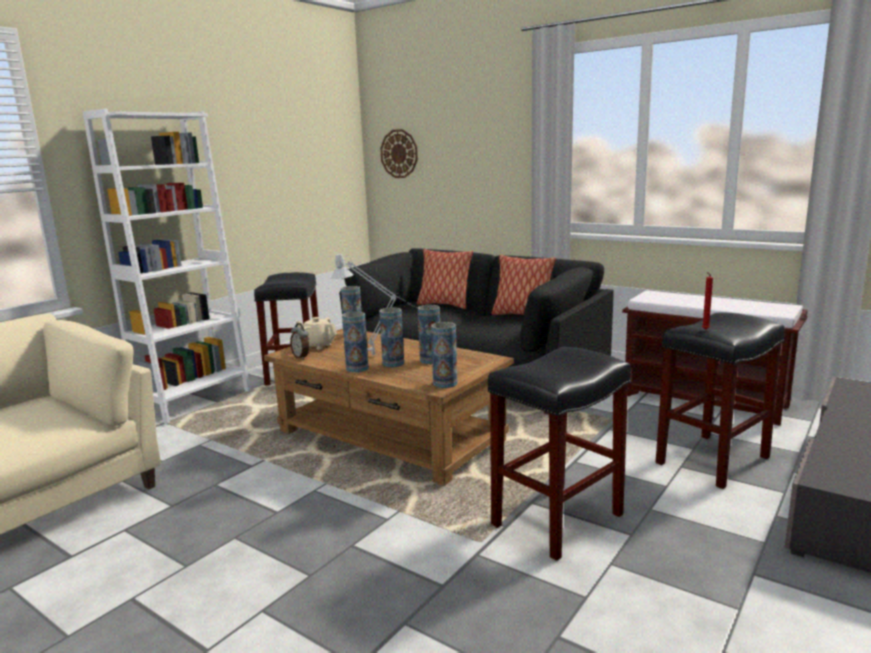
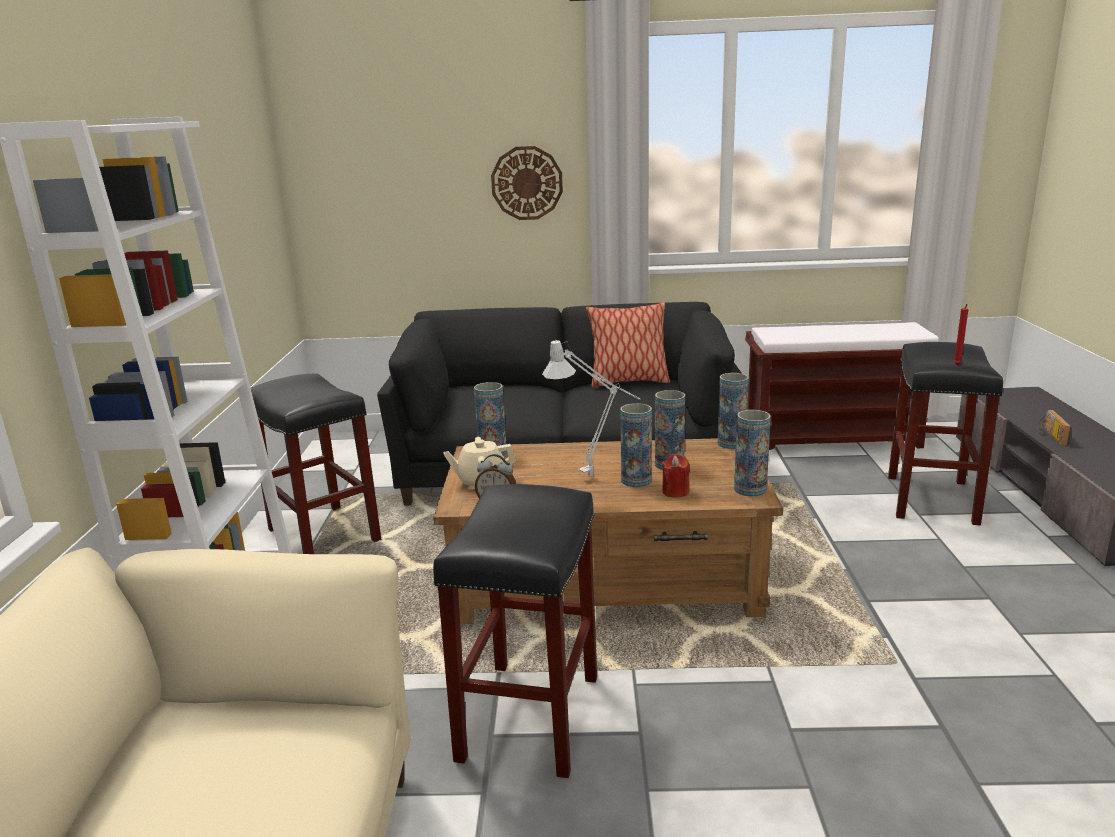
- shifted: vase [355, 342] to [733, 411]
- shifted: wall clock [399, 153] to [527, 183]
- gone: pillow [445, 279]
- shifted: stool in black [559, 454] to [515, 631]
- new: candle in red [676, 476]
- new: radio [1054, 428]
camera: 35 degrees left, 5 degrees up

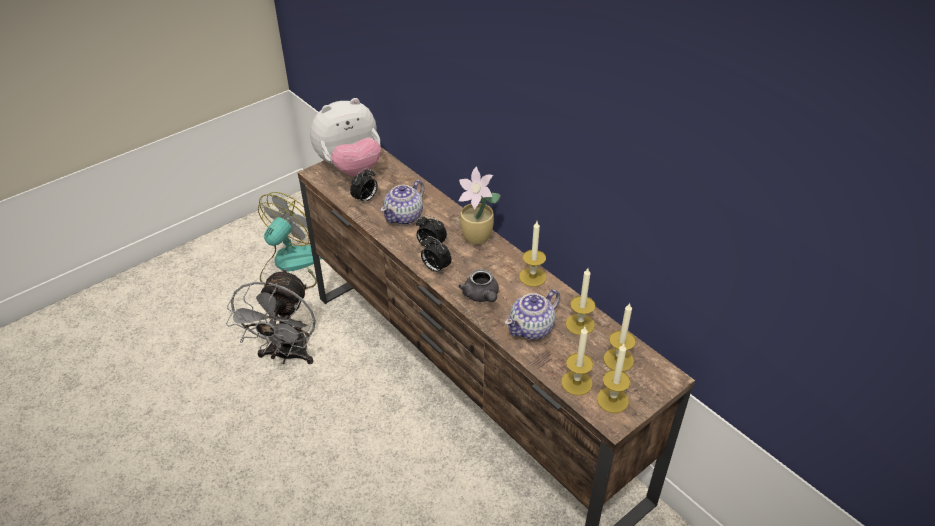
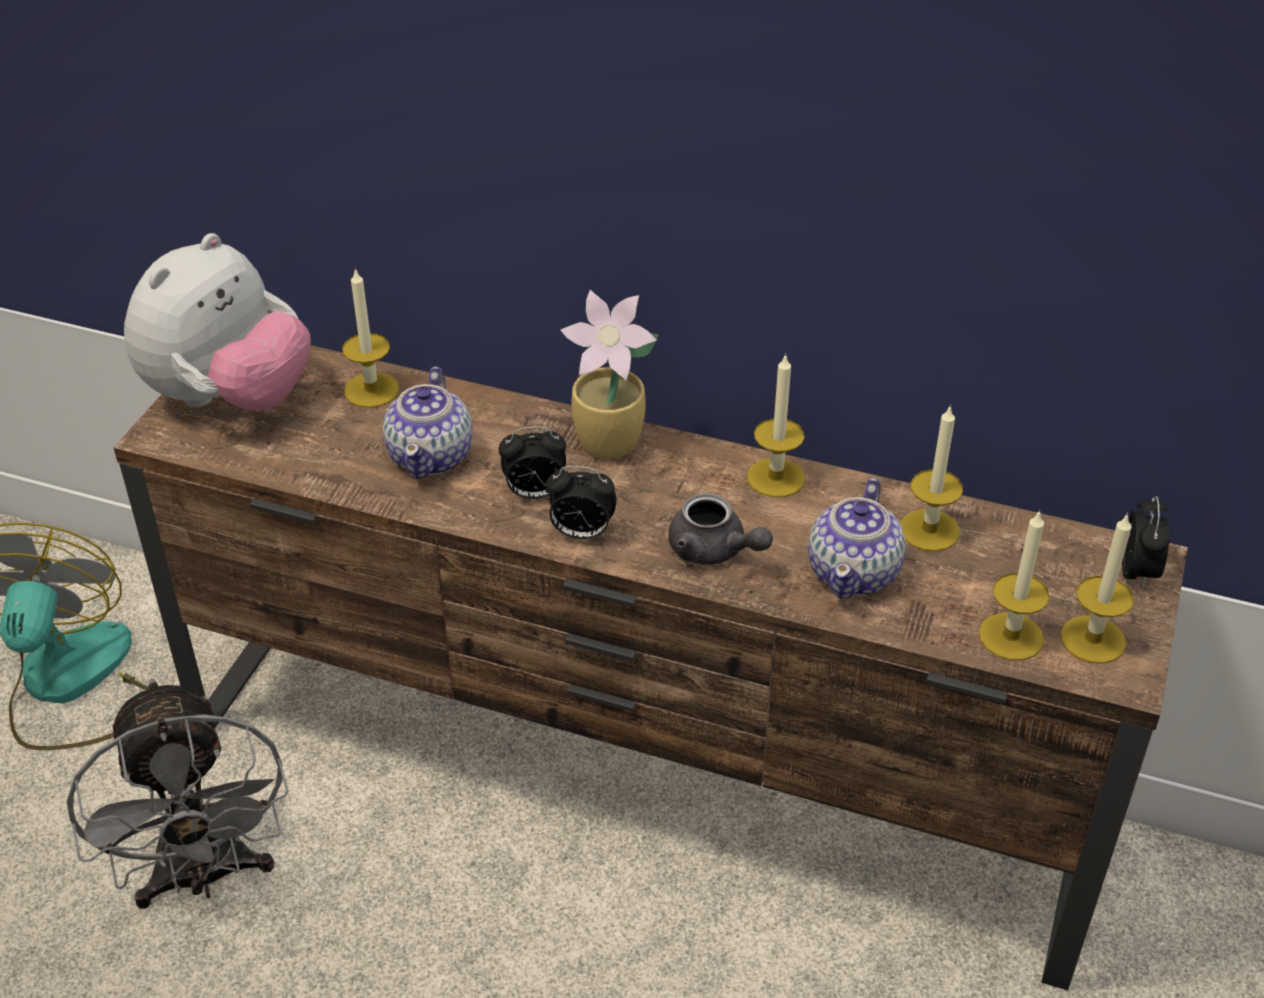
- shifted: alarm clock [364, 186] to [1146, 543]
- shifted: candle [619, 337] to [370, 338]
camera: 30 degrees left, 0 degrees up

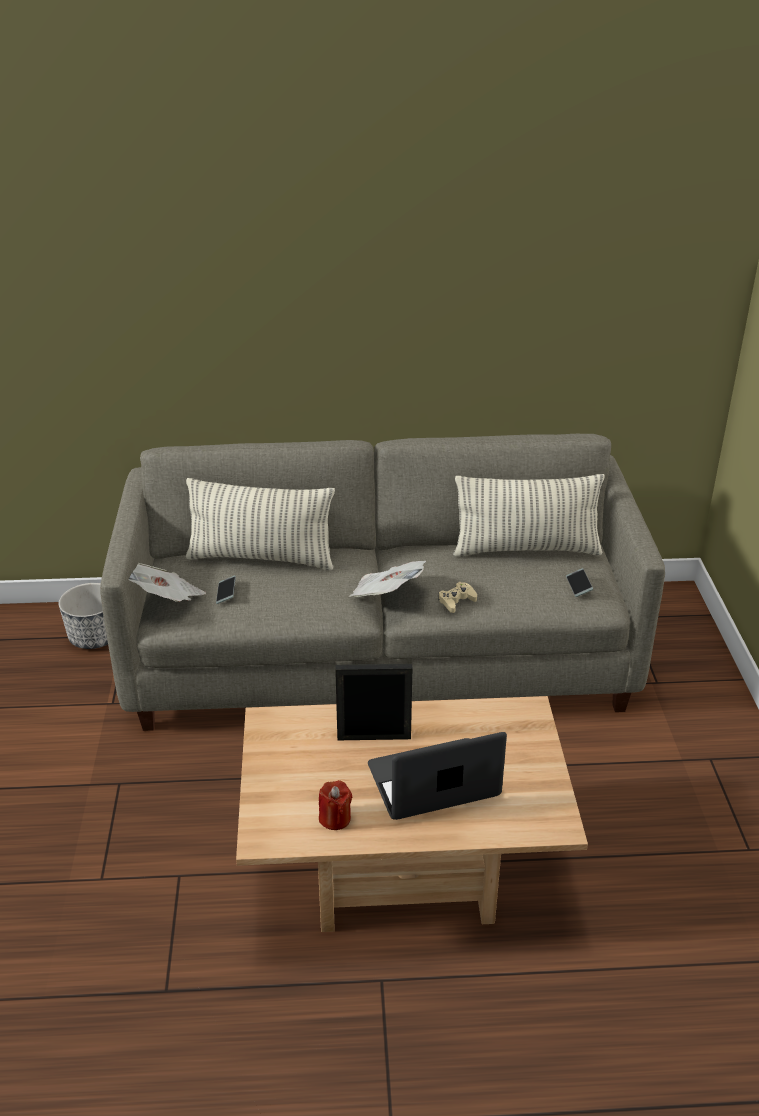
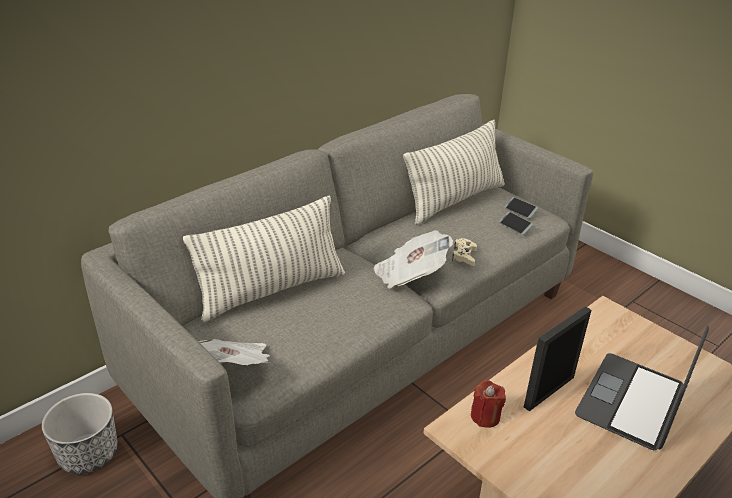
- shifted: phone [226, 589] to [516, 223]
- shifted: candle in red [335, 805] to [488, 404]
camera: 40 degrees left, 0 degrees up

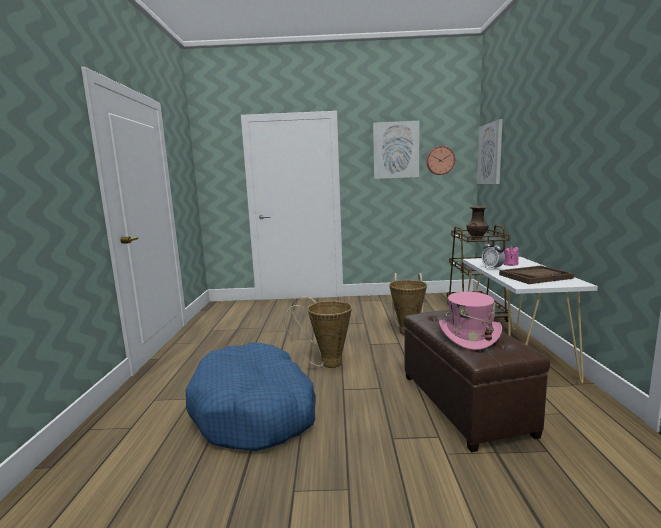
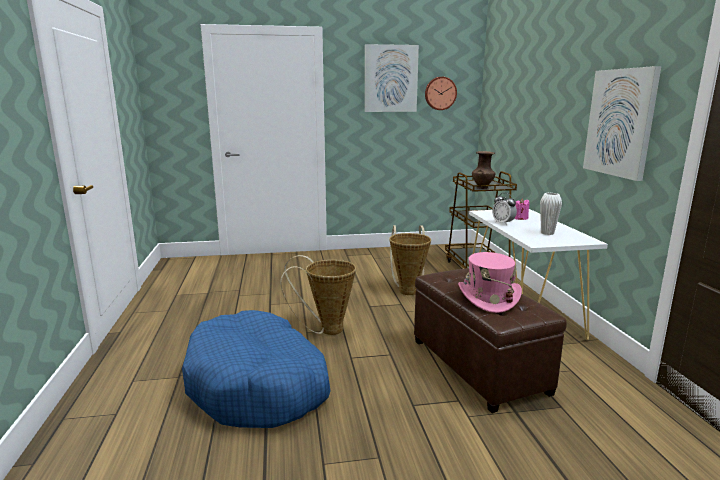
- shifted: picture [490, 151] to [622, 123]
- swapped: tray in brown [536, 275] to vase in white [551, 214]
camera: 10 degrees left, 5 degrees up

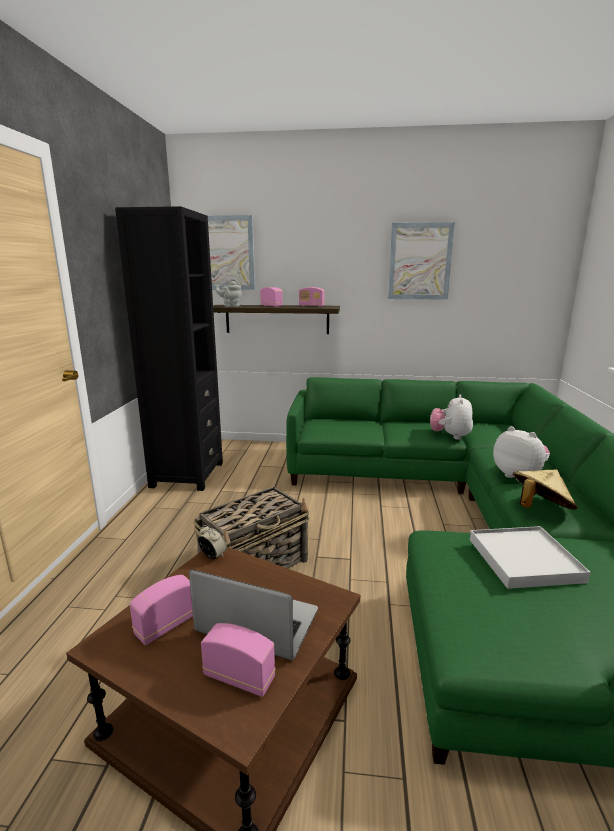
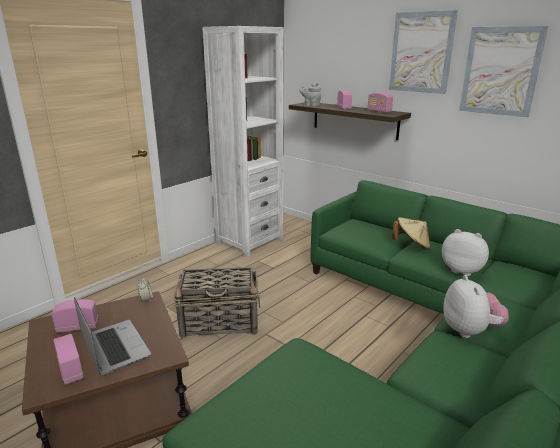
- repainted: bookcase in black [169, 348] to bookcase in white [243, 141]
- shifted: picture [231, 252] to [423, 52]
- rotated: plush toy [451, 417] = [465, 252] 75 degrees clockwise
- gone: tray in white [530, 557]
- shifted: hat in beige [545, 489] to [411, 233]
camera: 35 degrees right, 5 degrees up

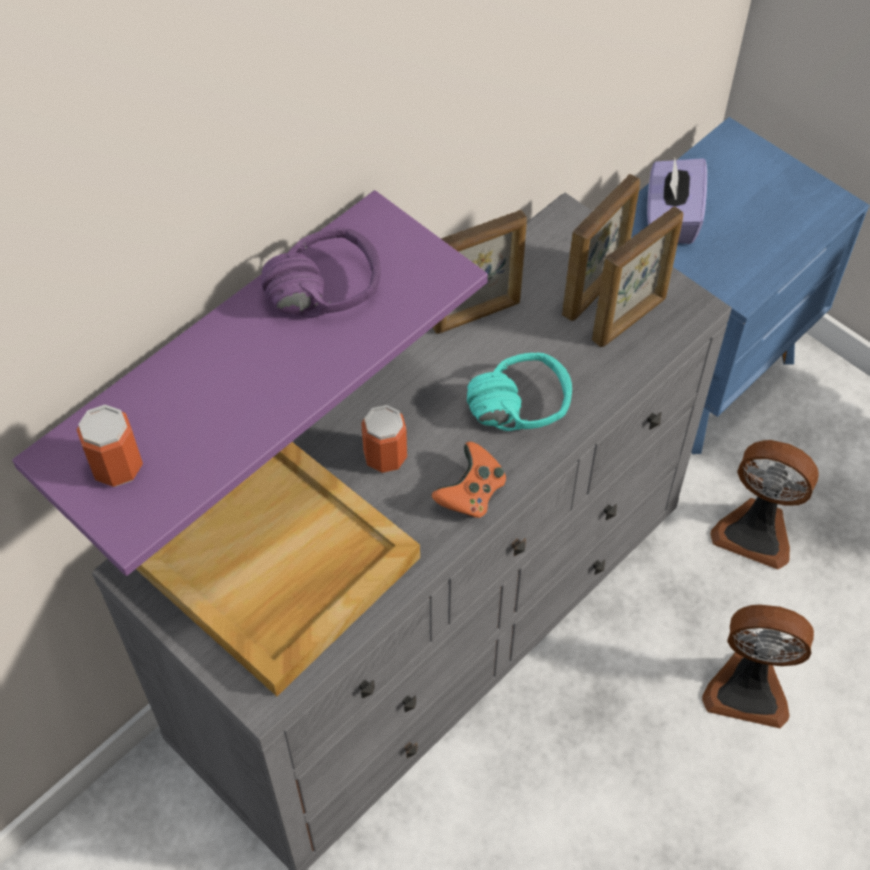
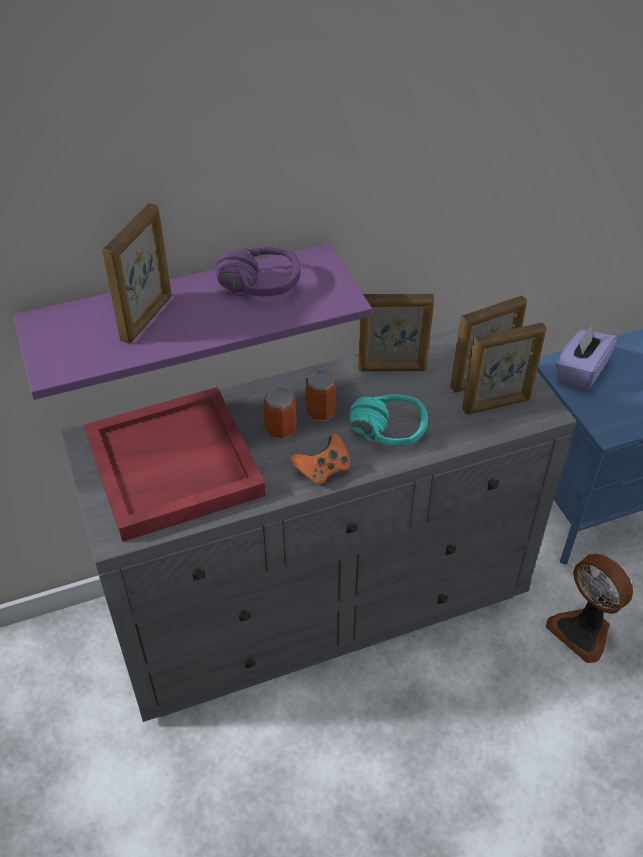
- shifted: can [109, 446] to [321, 395]
- repainted: tray in beige [278, 569] to tray in red [175, 464]
- gone: fan [758, 666]
- new: picture frame [137, 273]
camera: 25 degrees right, 10 degrees down

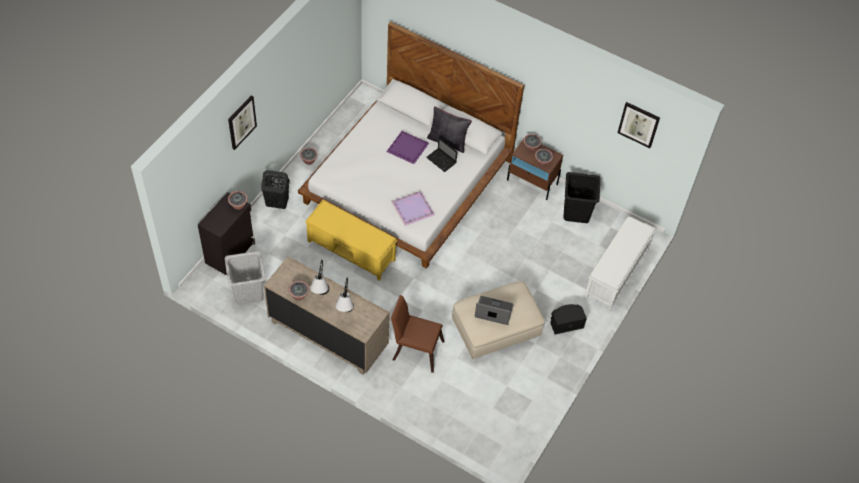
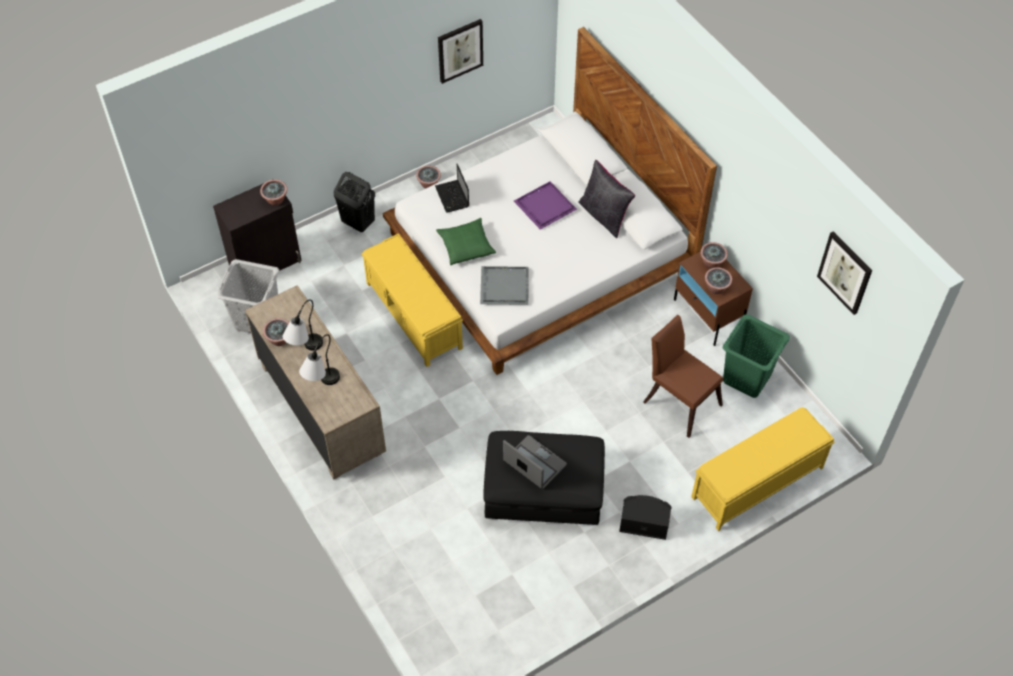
- shifted: picture [242, 122] to [460, 51]
- repainted: tray in purple [413, 208] to tray in grey [504, 285]
- shifted: chair in brown [418, 334] to [683, 376]
- shifted: laptop [441, 154] to [452, 188]
- repainted: ottoman in beige [498, 320] to ottoman in black [544, 478]
- repainted: laundry basket in black [581, 197] to laundry basket in green [756, 356]
- repainted: bench in white [620, 264] to bench in yellow [763, 469]
- new: pillow in green [466, 241]
camera: 30 degrees right, 0 degrees up

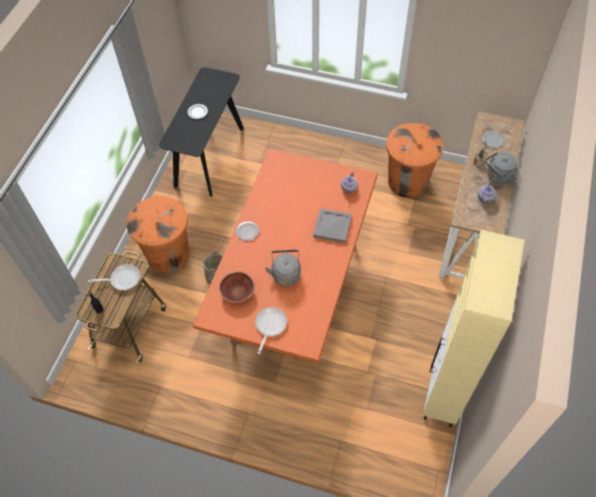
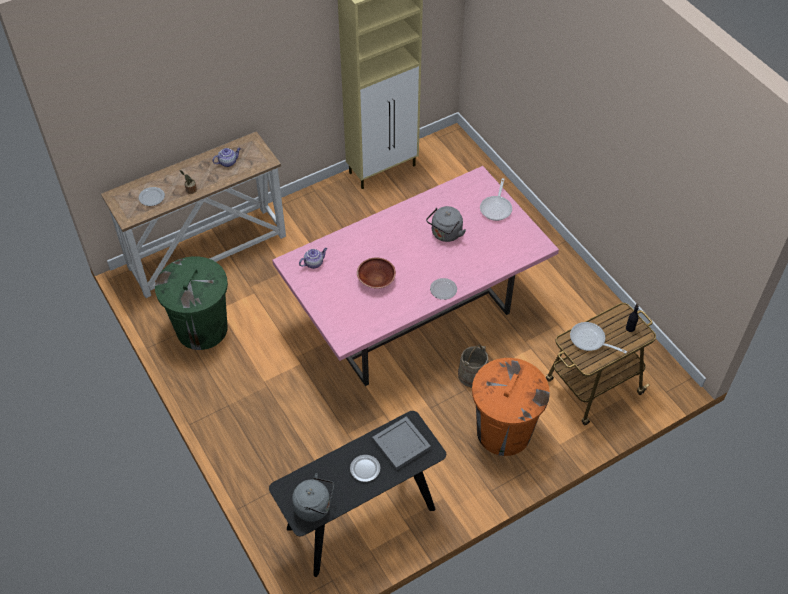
- repainted: dining table in orange [285, 255] to dining table in pink [415, 276]
- shifted: bowl in brown [237, 287] to [376, 273]
- rotated: frying pan [271, 330] = [496, 199] 45 degrees counterclockwise
- shifted: tray in grey [332, 226] to [401, 443]
- repainted: trash can in orange [414, 160] to trash can in green [191, 303]
- shifted: kettle in grey [501, 168] to [313, 497]
camera: 140 degrees left, 5 degrees down

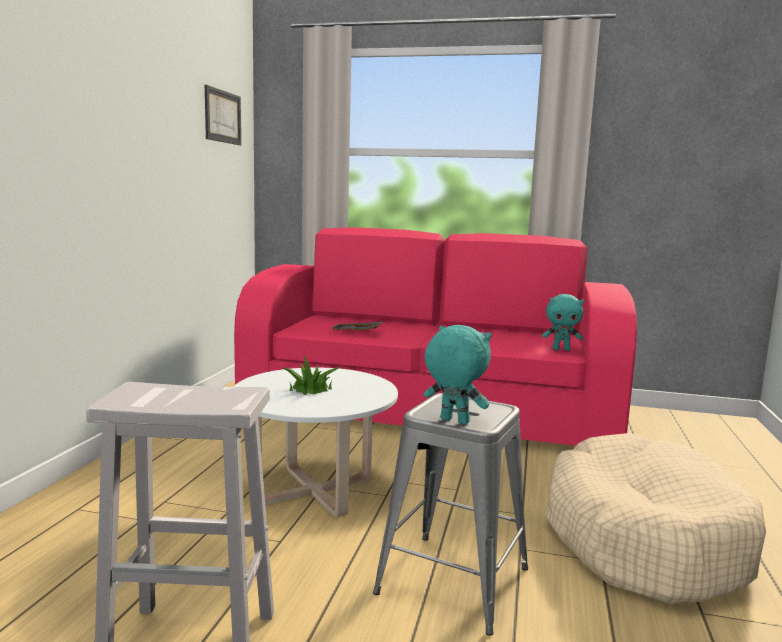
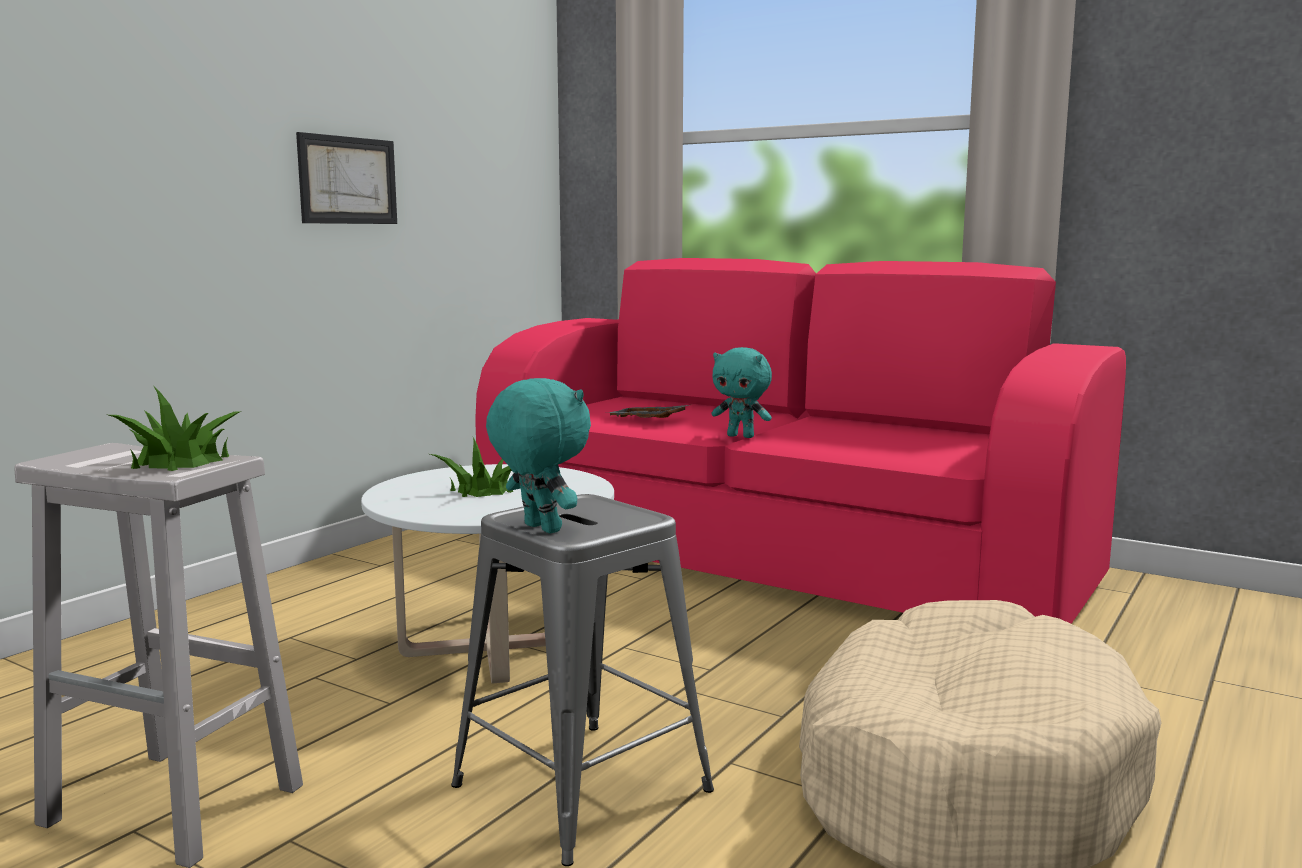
- shifted: picture [223, 115] to [346, 178]
- shifted: plush toy in turquoise [563, 322] to [741, 392]
- new: potted plant [175, 428]
camera: 20 degrees right, 0 degrees up

